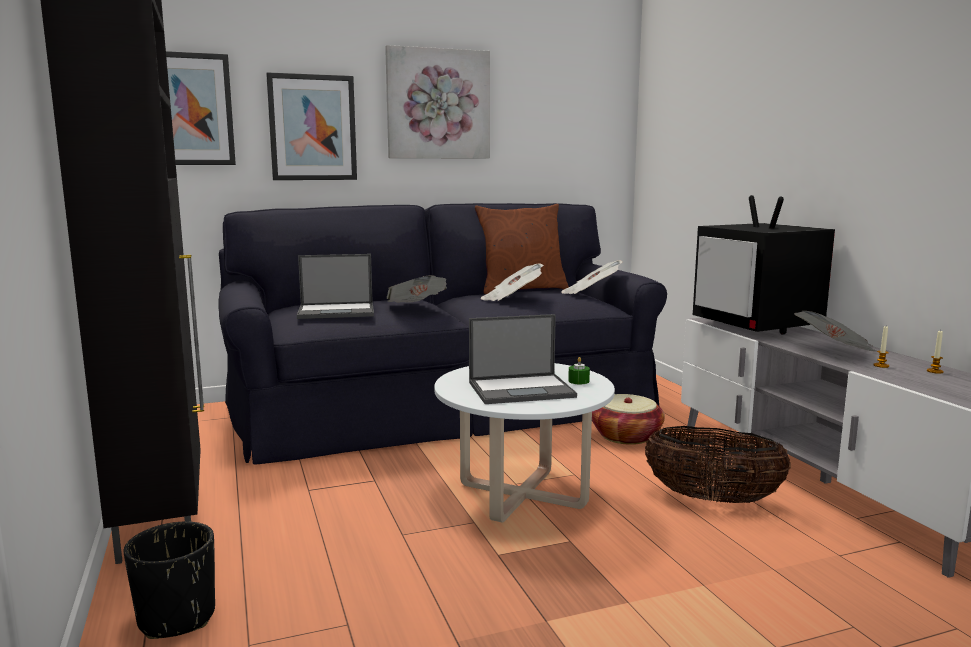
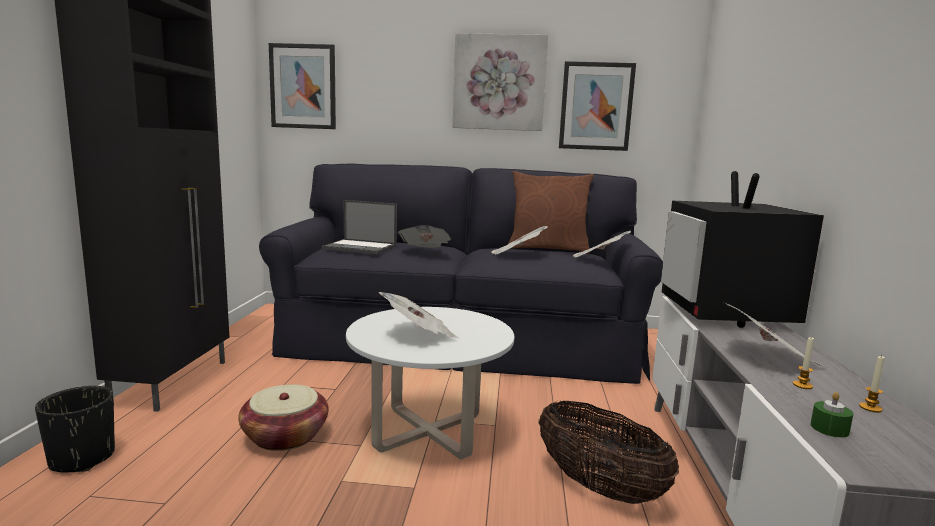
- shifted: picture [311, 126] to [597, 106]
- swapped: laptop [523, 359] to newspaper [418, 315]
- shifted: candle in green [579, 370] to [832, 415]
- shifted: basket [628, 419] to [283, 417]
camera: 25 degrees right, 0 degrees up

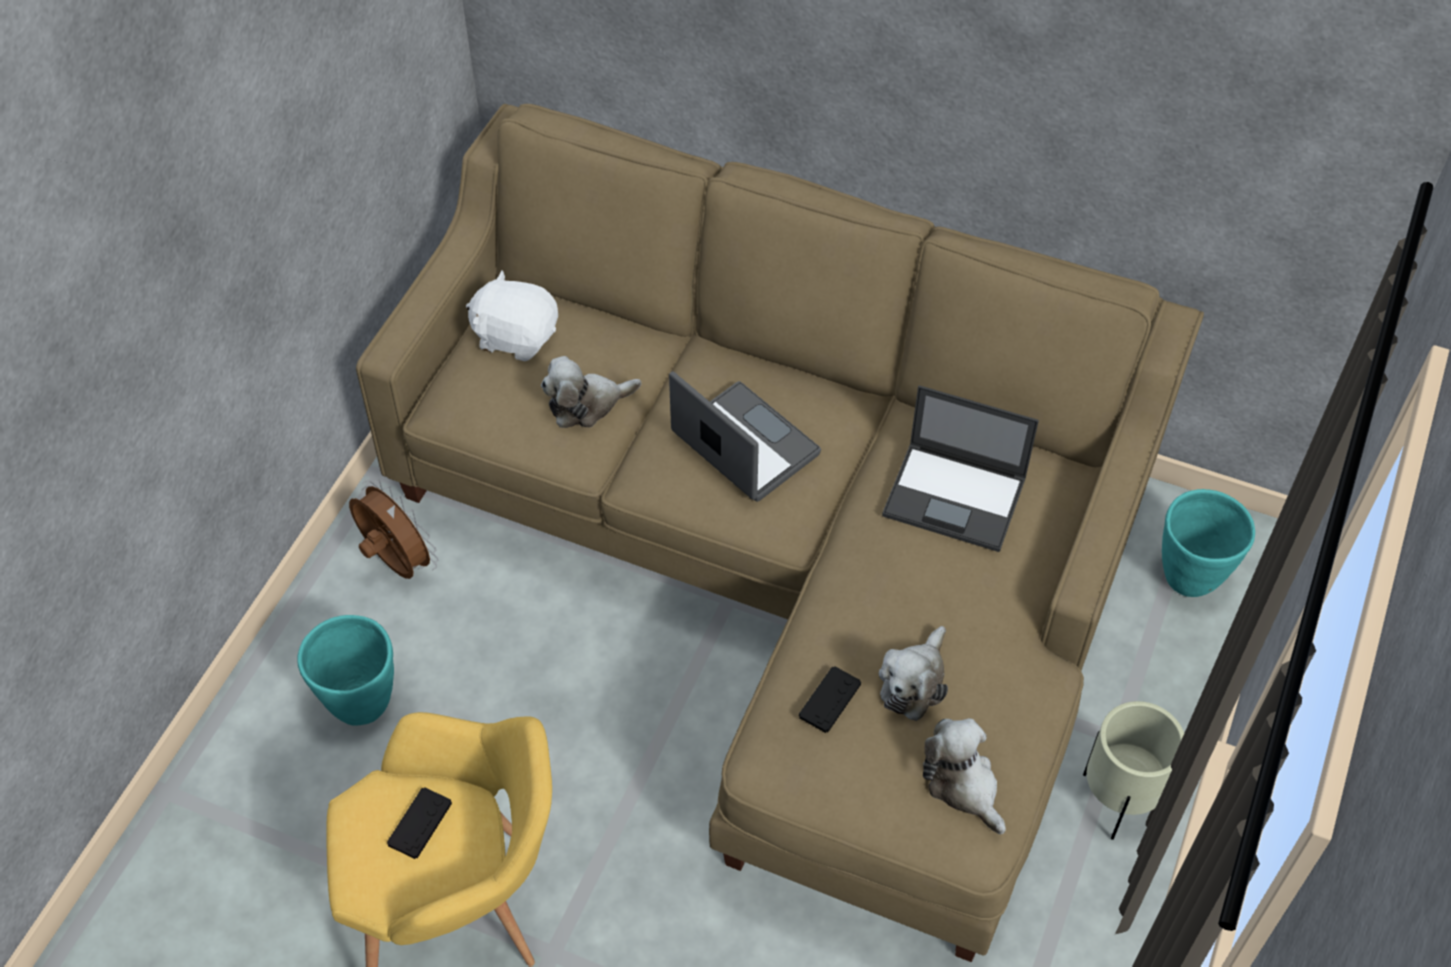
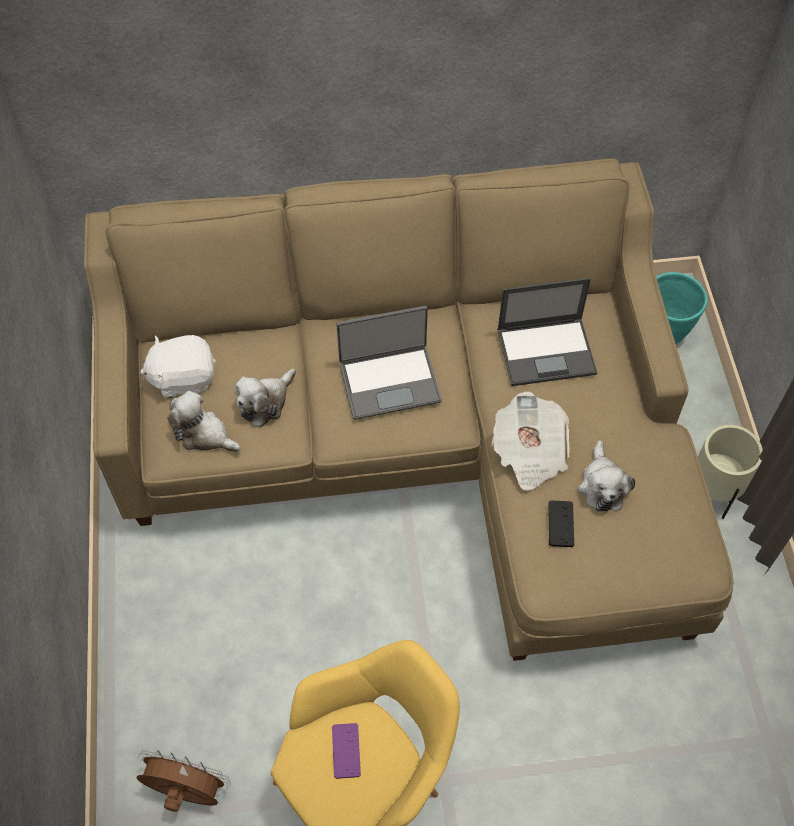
- gone: planter in turquoise [345, 670]
- shifted: fan in brown [394, 529] to [184, 781]
- repainted: game controller in black [419, 823] to game controller in purple [346, 751]
- rotated: laptop [745, 436] = [389, 363] 150 degrees clockwise
- shifted: plush toy [964, 776] to [204, 421]
- new: newspaper [530, 441]
camera: 30 degrees left, 5 degrees up

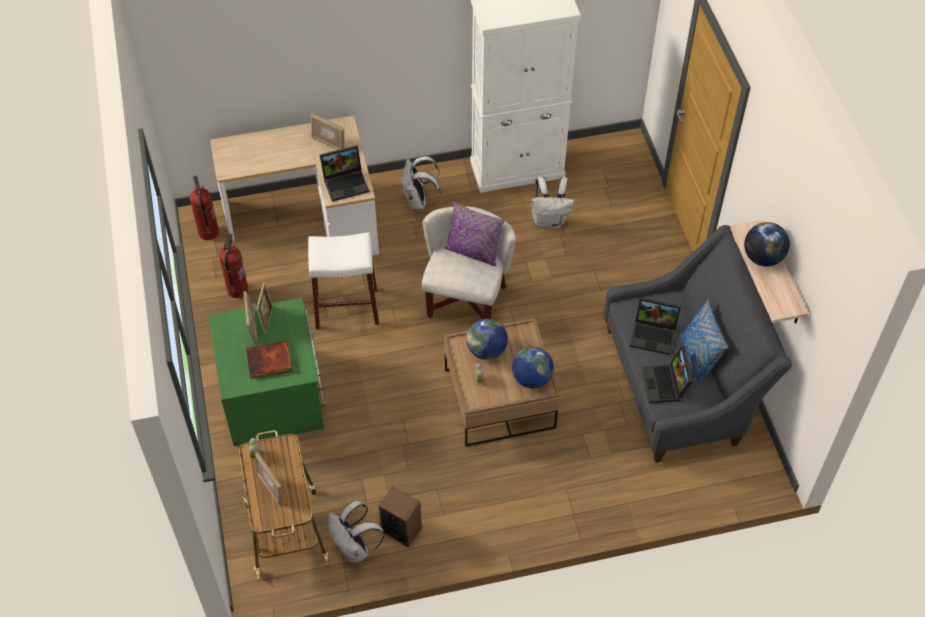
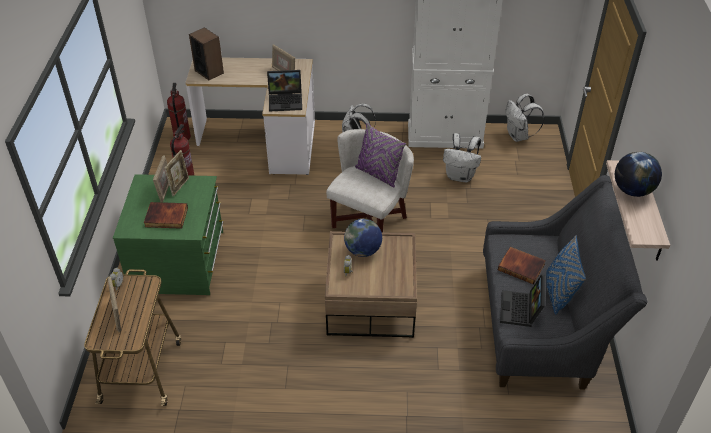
- gone: stool in white [343, 280]
- shifted: backpack in white [356, 532] to [524, 118]
- shifted: speaker [400, 517] to [206, 53]
- gone: globe [533, 368]
- swapped: laptop [655, 326] to book [522, 265]
camera: 15 degrees right, 10 degrees down

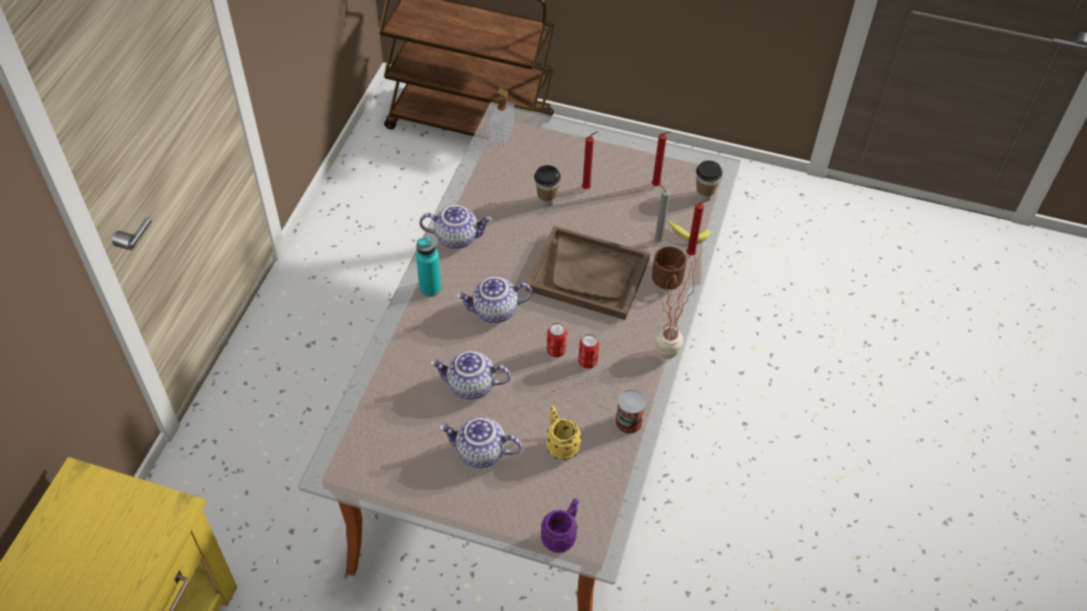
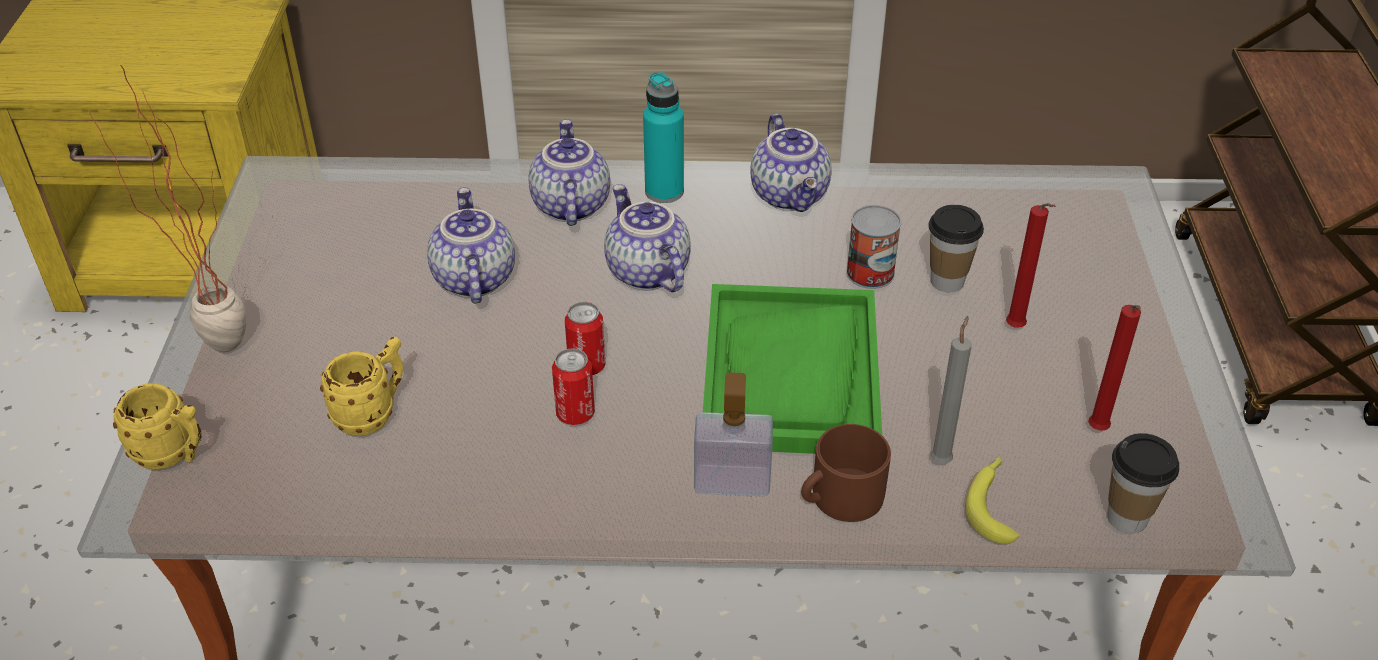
- shifted: teapot [480, 442] to [569, 172]
- shifted: soap dispenser [501, 117] to [733, 434]
- repainted: tray in brown [588, 273] to tray in green [792, 369]
- repainted: mug in purple [560, 525] to mug in yellow [157, 426]
- shifted: can [630, 411] to [873, 247]
- shifted: potted plant [676, 306] to [167, 208]
- gone: candle in red [697, 228]
camera: 75 degrees right, 10 degrees down

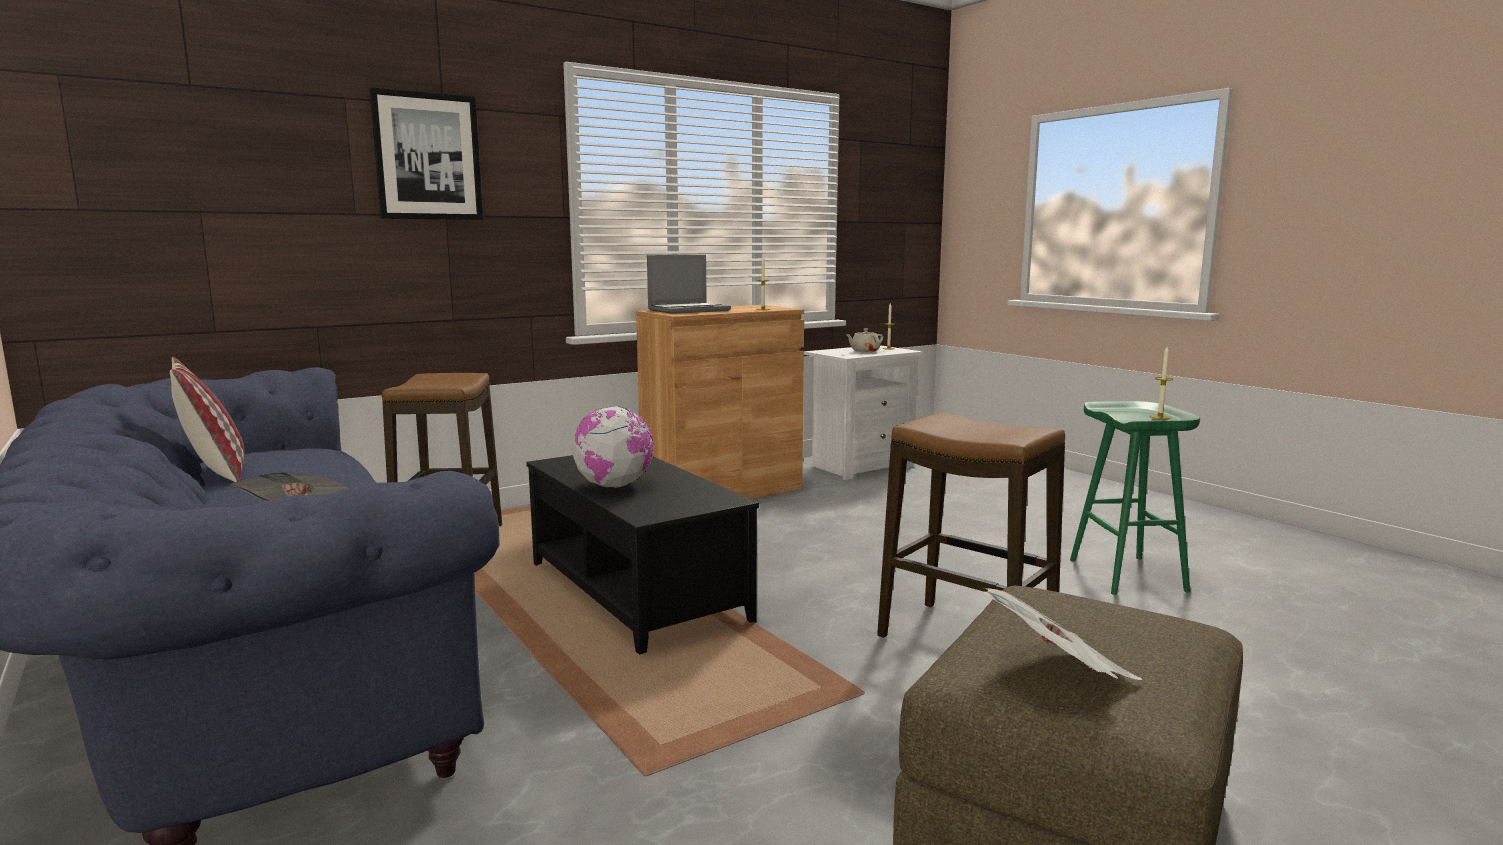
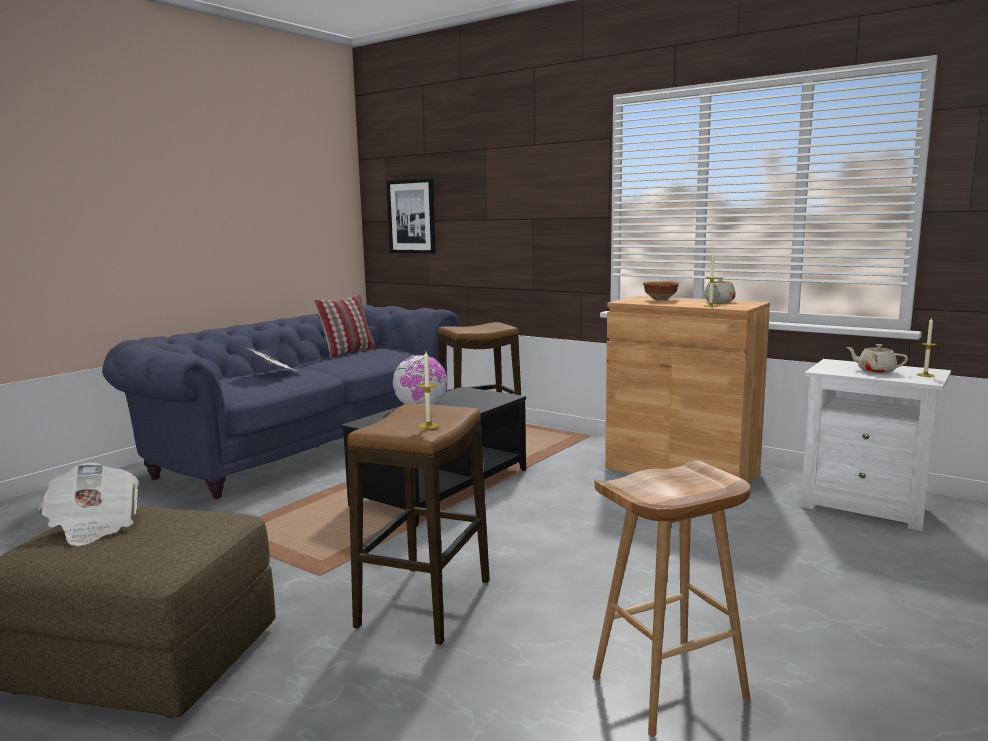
- shifted: picture [426, 153] to [411, 216]
- swapped: laptop [689, 284] to bowl [661, 290]
- repainted: stool in green [1135, 498] to stool in brown [672, 598]
- shifted: candle [1161, 383] to [429, 390]
- new: teapot in beige [720, 289]
camera: 70 degrees right, 0 degrees up

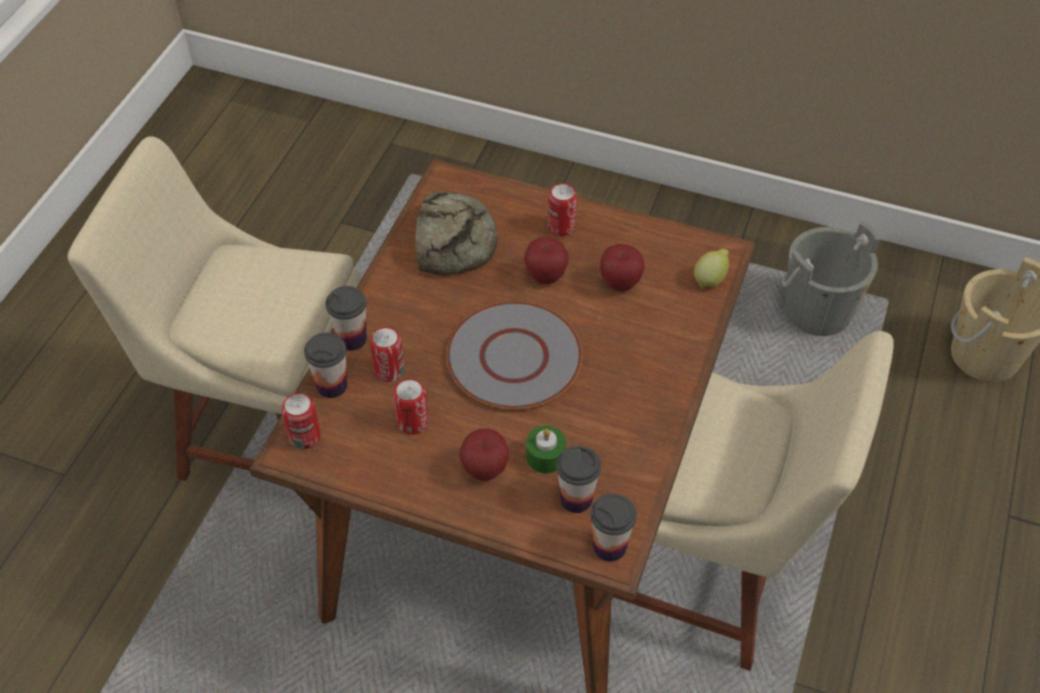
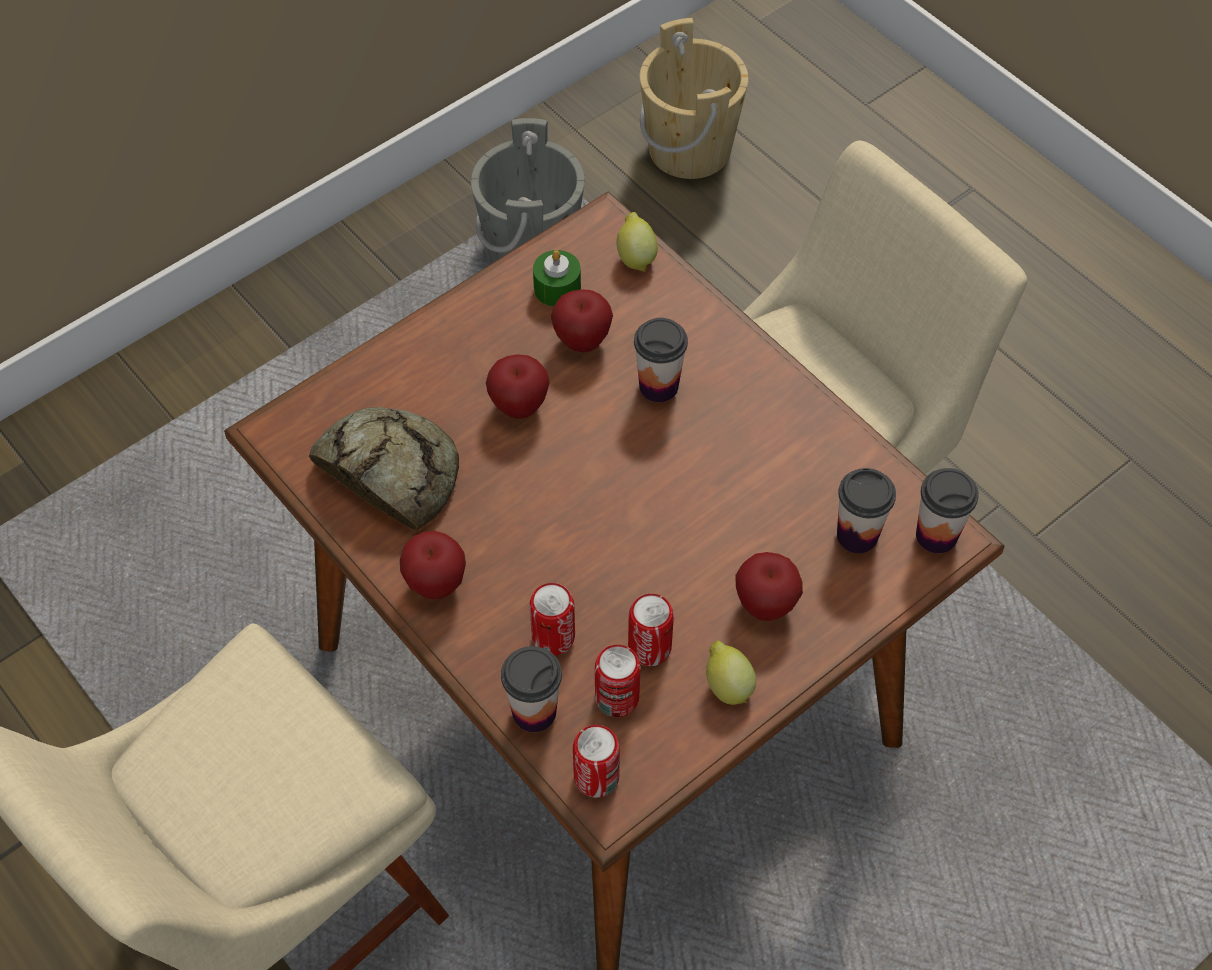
- shifted: cup [346, 318] to [661, 360]
- gone: plate in grey [514, 355]
- shifted: candle in green [546, 450] to [557, 278]
- shifted: can [562, 209] to [618, 681]
- new: apple [433, 565]
- new: lemon [731, 673]
camera: 60 degrees left, 5 degrees up

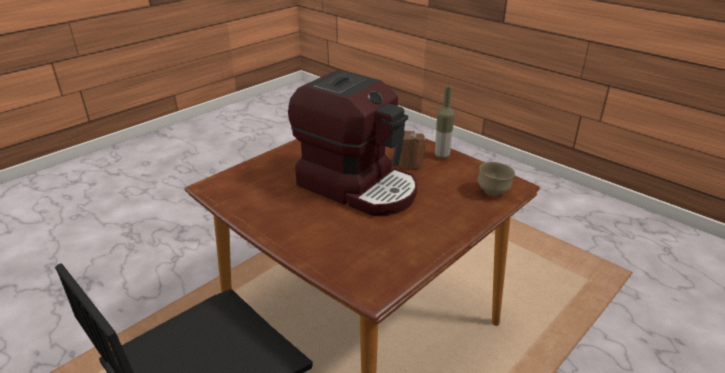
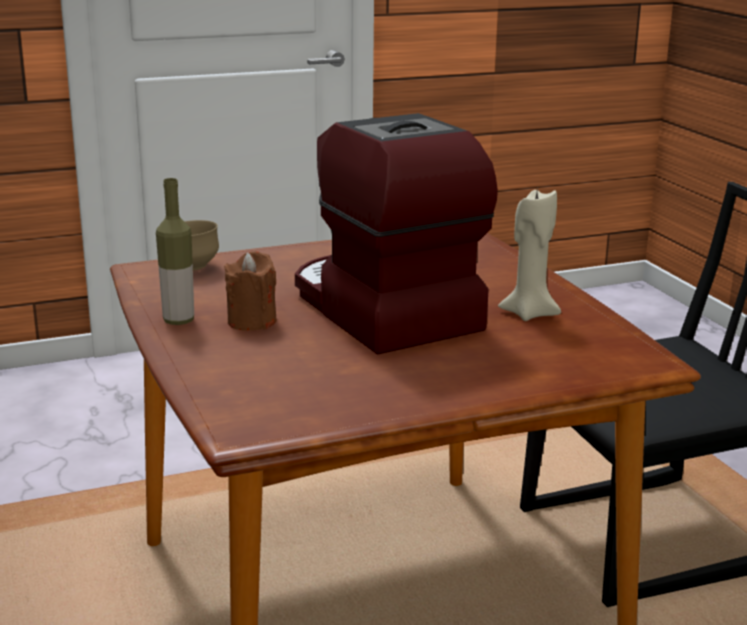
- new: candle in beige [529, 255]
camera: 155 degrees left, 10 degrees down

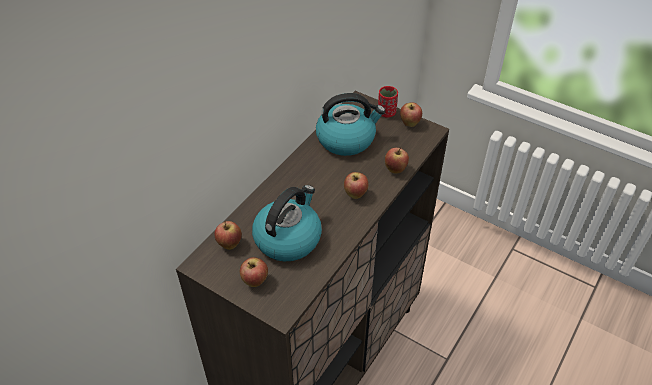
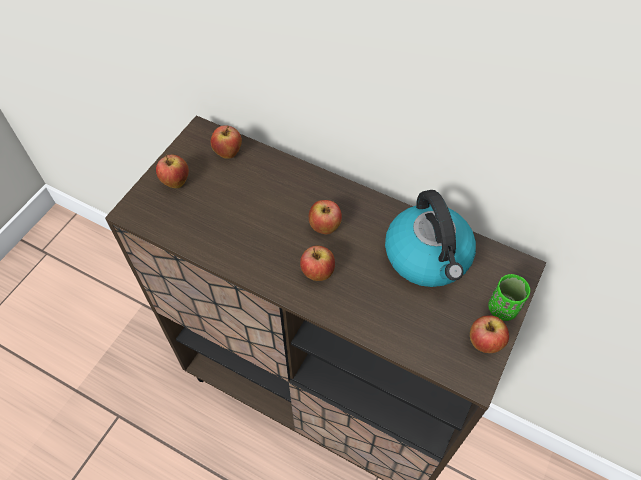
- gone: kettle [287, 223]
- repainted: cup in red [388, 102] to cup in green [509, 297]
- shifted: apple [397, 160] to [325, 217]
camera: 85 degrees right, 10 degrees up

